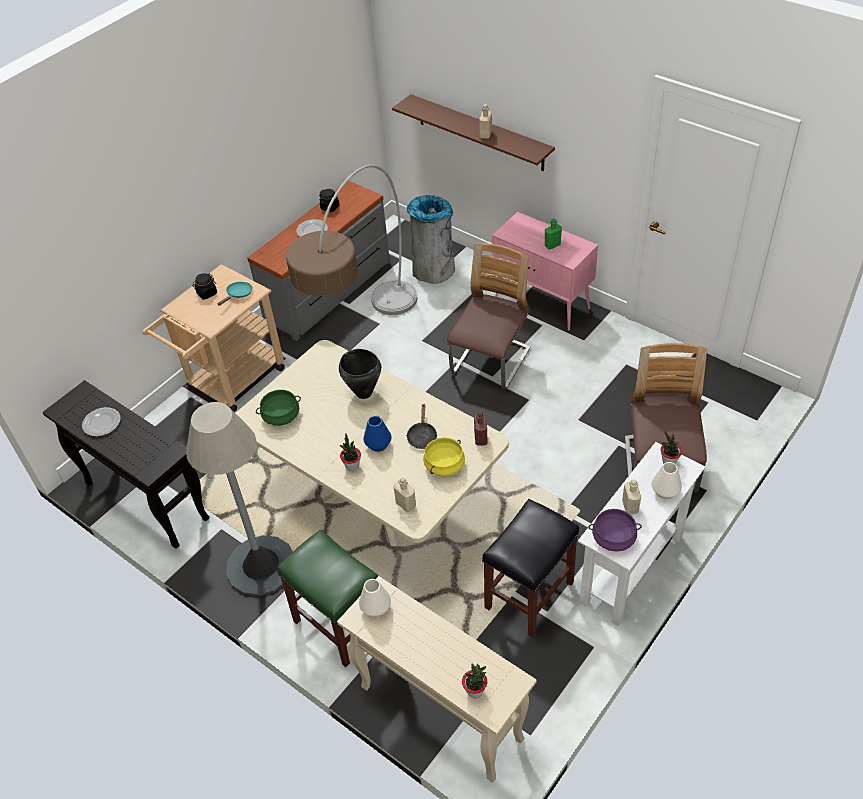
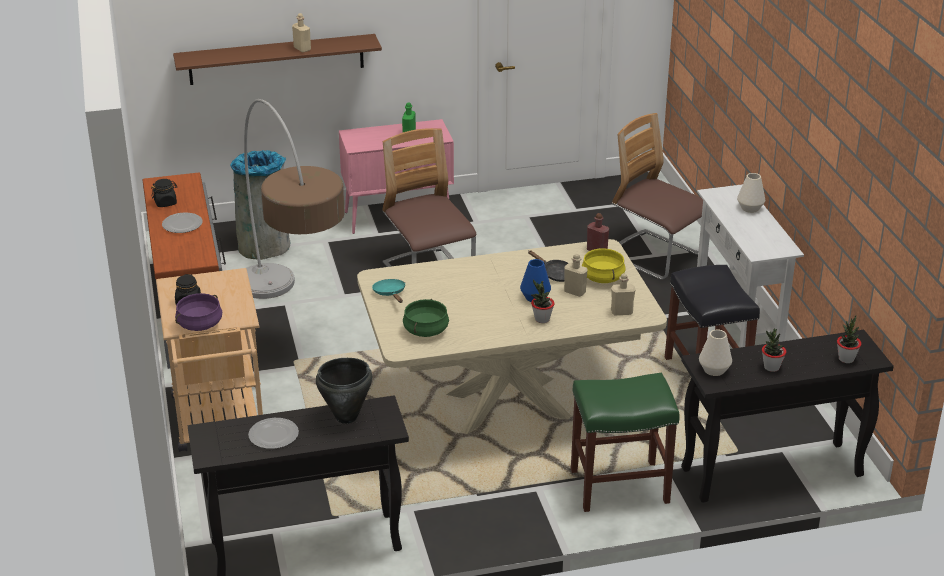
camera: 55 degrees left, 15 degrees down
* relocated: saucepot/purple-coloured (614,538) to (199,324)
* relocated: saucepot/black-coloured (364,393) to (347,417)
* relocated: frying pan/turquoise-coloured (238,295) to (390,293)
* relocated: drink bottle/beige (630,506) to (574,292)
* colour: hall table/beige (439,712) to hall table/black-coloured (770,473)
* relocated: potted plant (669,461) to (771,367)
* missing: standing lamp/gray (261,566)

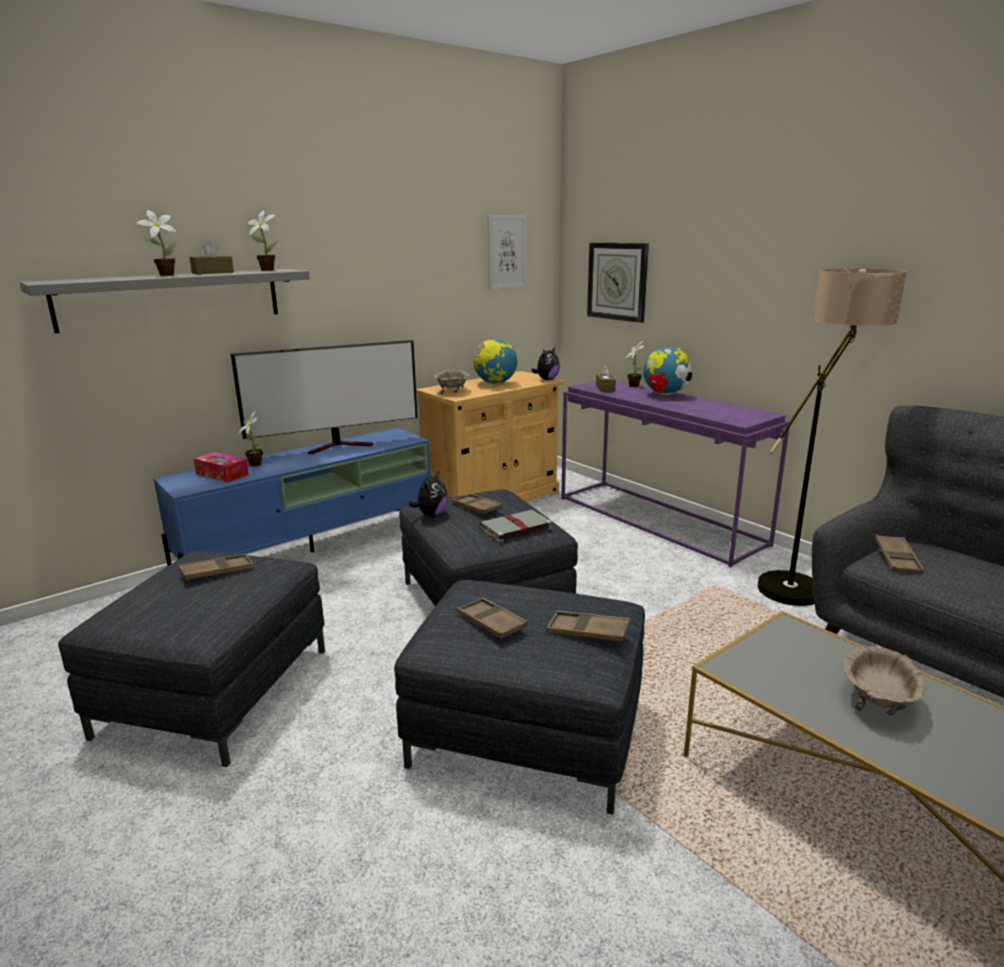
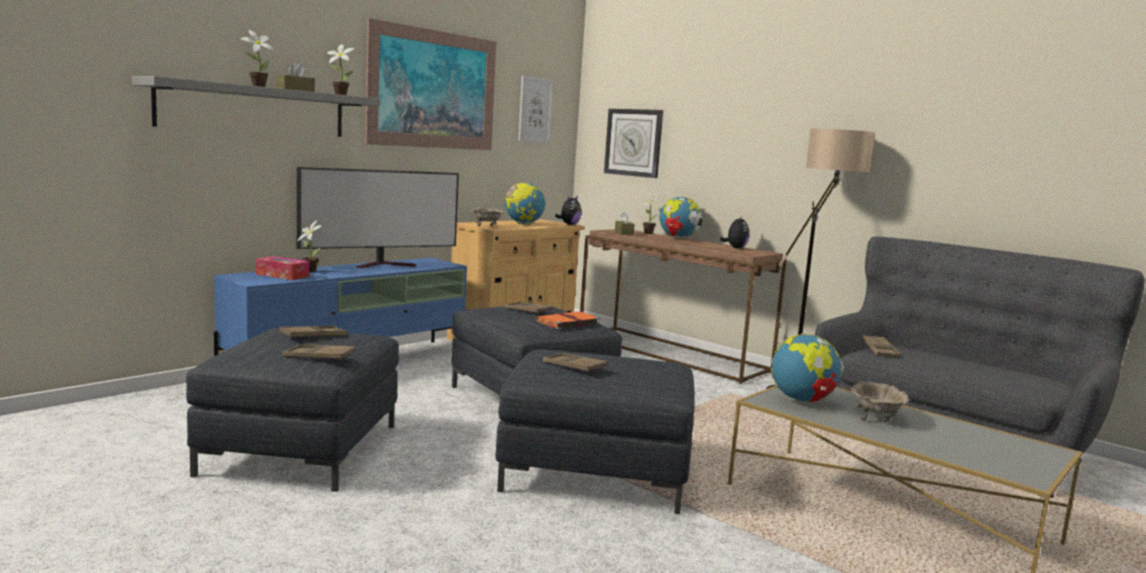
camera: 10 degrees left, 10 degrees down
* relocated: tray/brown-coloured (588,632) to (319,357)
* appeared: wall art (433,89)
* colour: bound book/gray (514,528) to bound book/orangey (567,323)
* colour: hall table/purple-coloured (660,520) to hall table/brown-coloured (672,354)
* relocated: plush toy (431,515) to (735,248)
* appeared: globe (802,401)

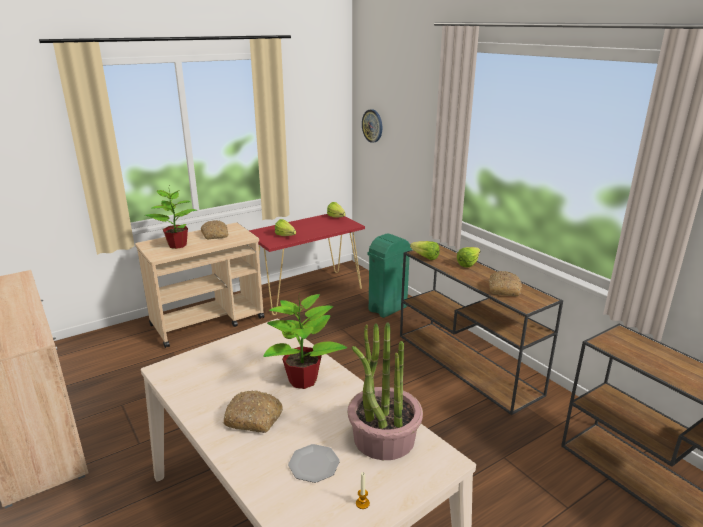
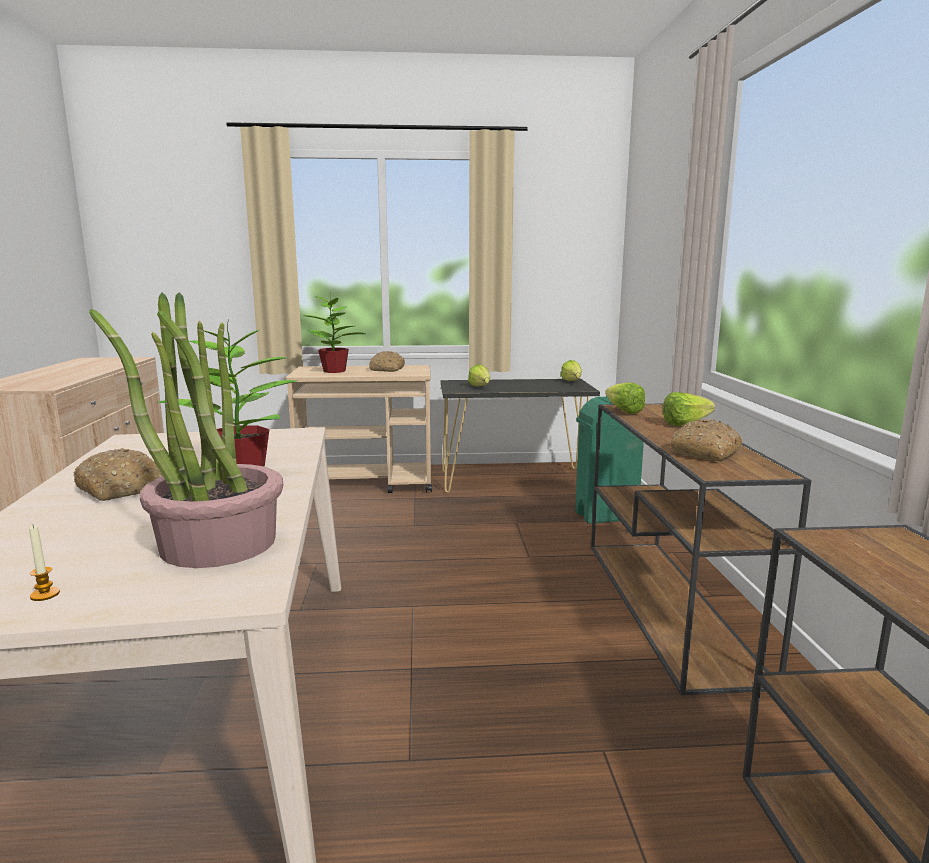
camera: 30 degrees right, 10 degrees down
* colour: hall table/reddish (308,292) to hall table/black-coloured (515,480)
* missing: dinner plate (314,464)
* missing: hanging clock (372,126)

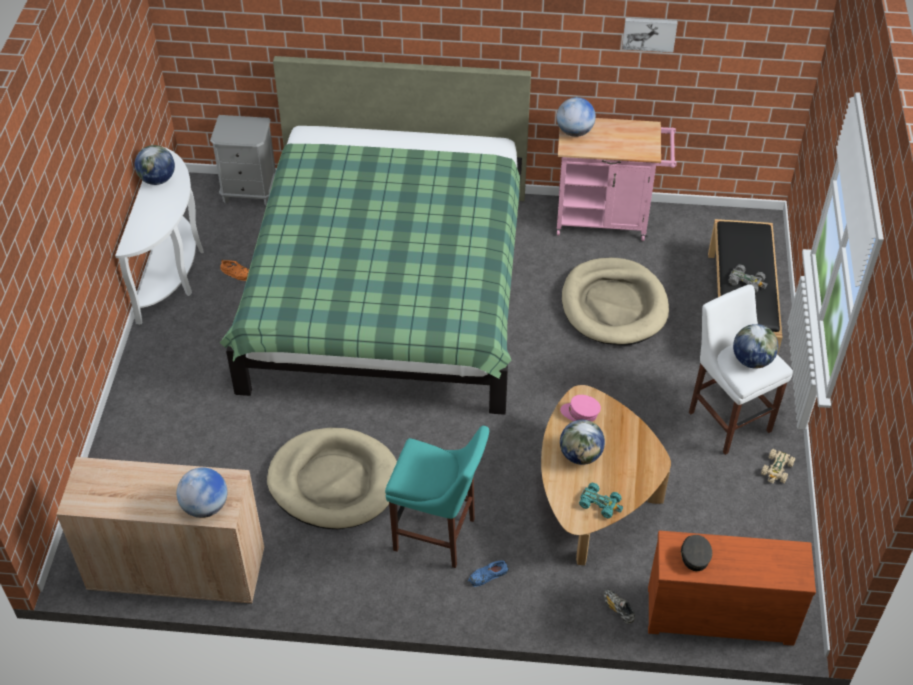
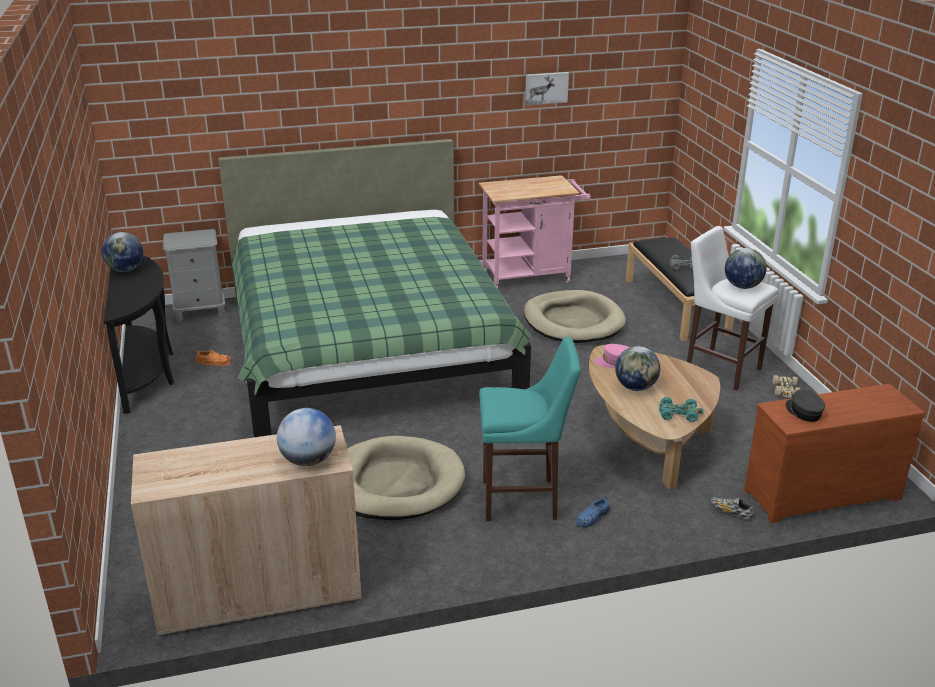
camera: 20 degrees left, 20 degrees down
* colour: hall table/whitish (174,271) to hall table/black-coloured (148,372)
* missing: globe (574,132)

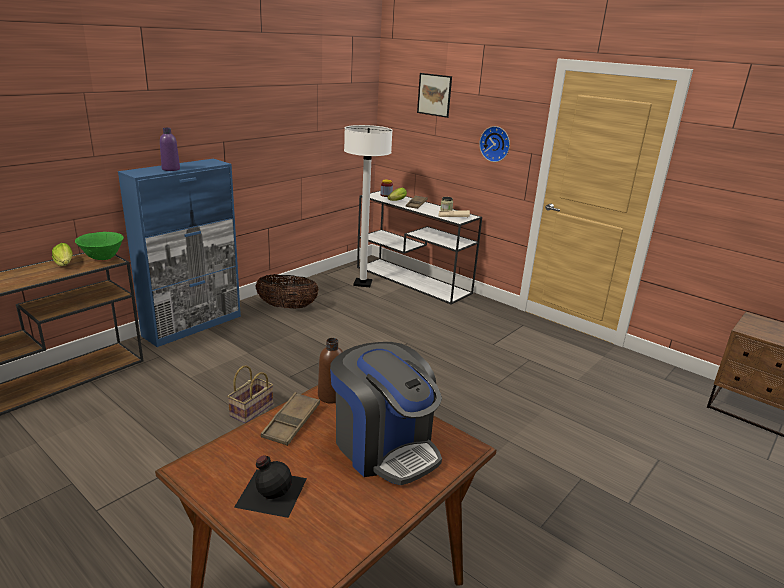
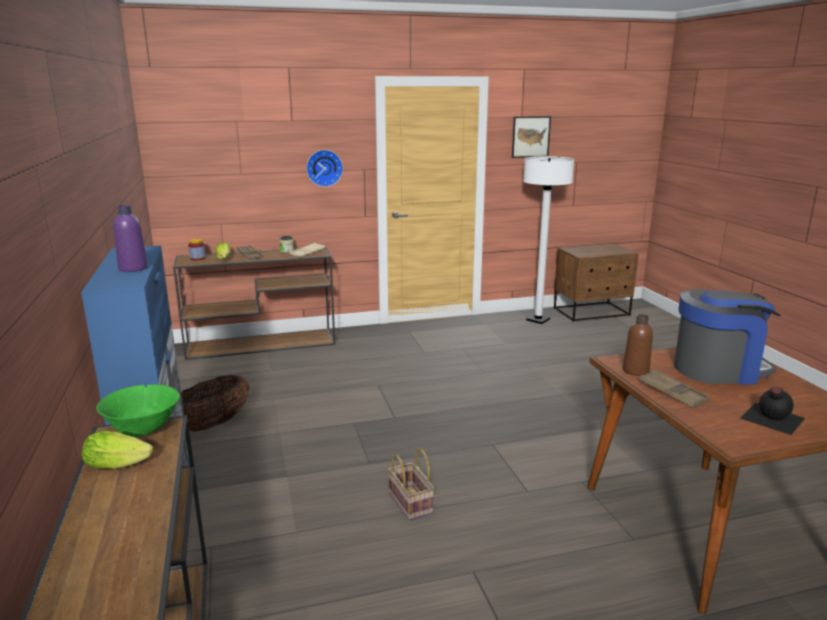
camera: 55 degrees left, 5 degrees down
* colour: hall table/whitish (413,280) to hall table/brown-coloured (262,343)
* relocated: wall art (434,95) to (530,137)
* relocated: standing lamp/whitish (362,283) to (538,320)

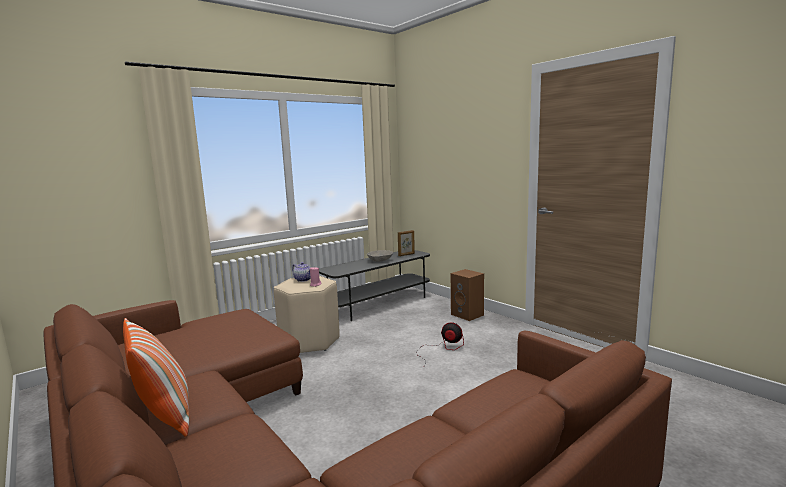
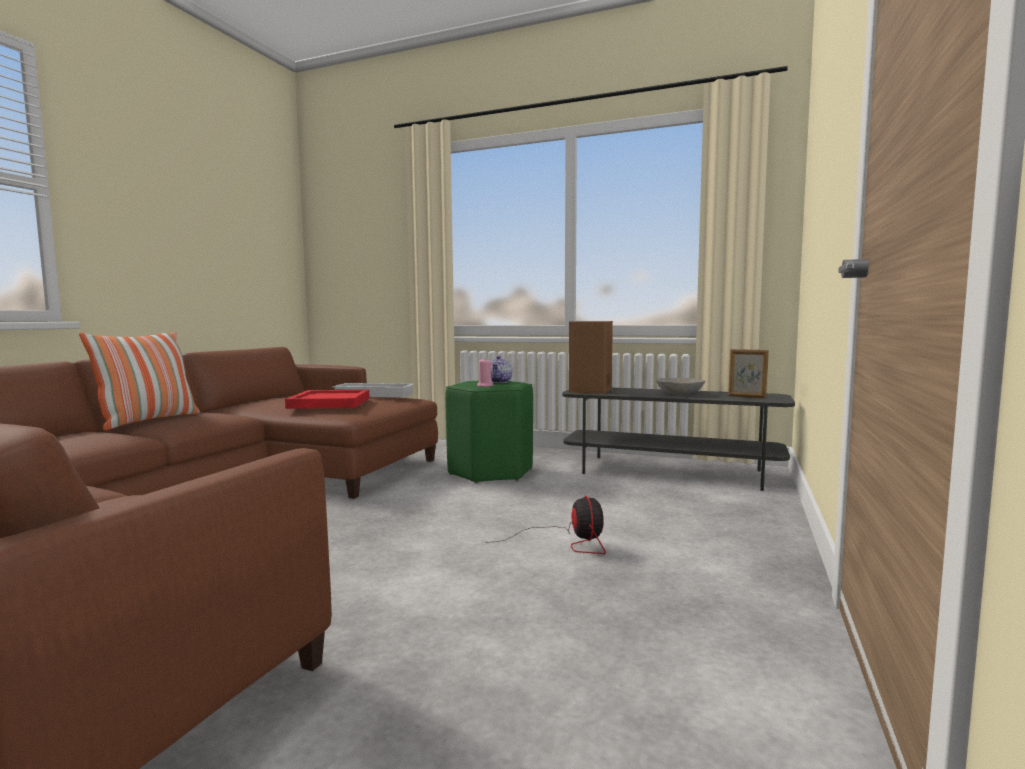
camera: 60 degrees right, 5 degrees down
* appeared: tray/reddish (329,403)
* appeared: tray/whitish (375,395)
* colour: sitting stool/beige (310,341) to sitting stool/green-coloured (491,472)
* relocated: audio speaker/brown-coloured (468,315) to (591,391)

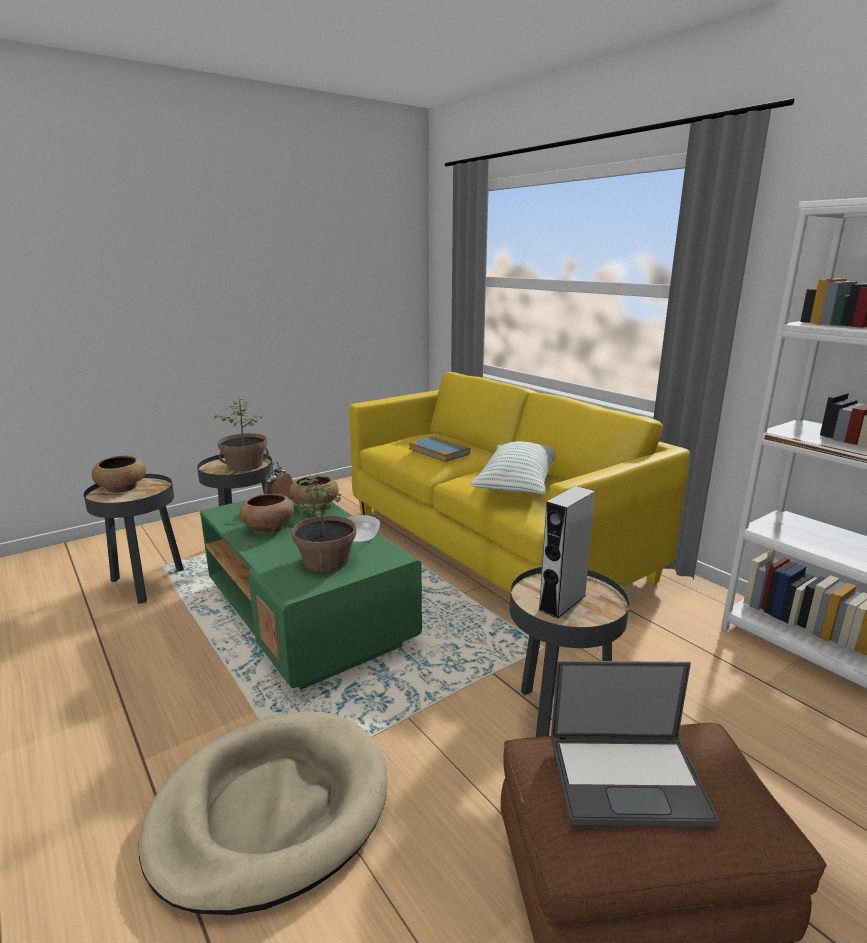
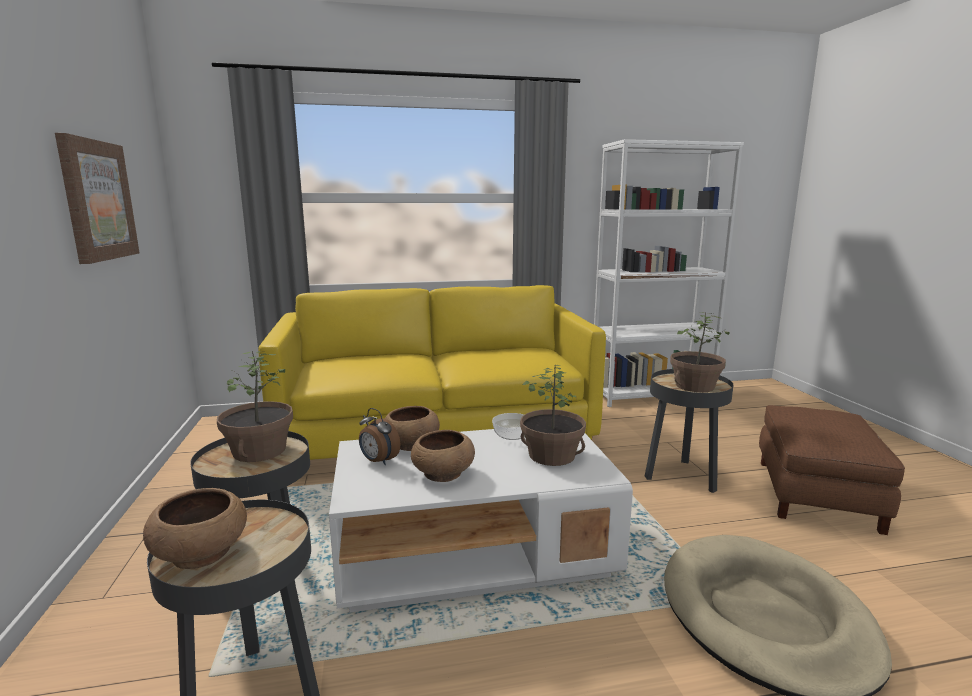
camera: 65 degrees left, 5 degrees down
* appeared: wall art (97,200)
* colour: lounge table/green-coloured (307,614) to lounge table/whitish (475,553)
* exchanged: audio speaker/gray (562,602) to potted plant (694,386)
* missing: bound book (439,451)
* missing: pillow (518,484)
* missing: laptop (629,777)

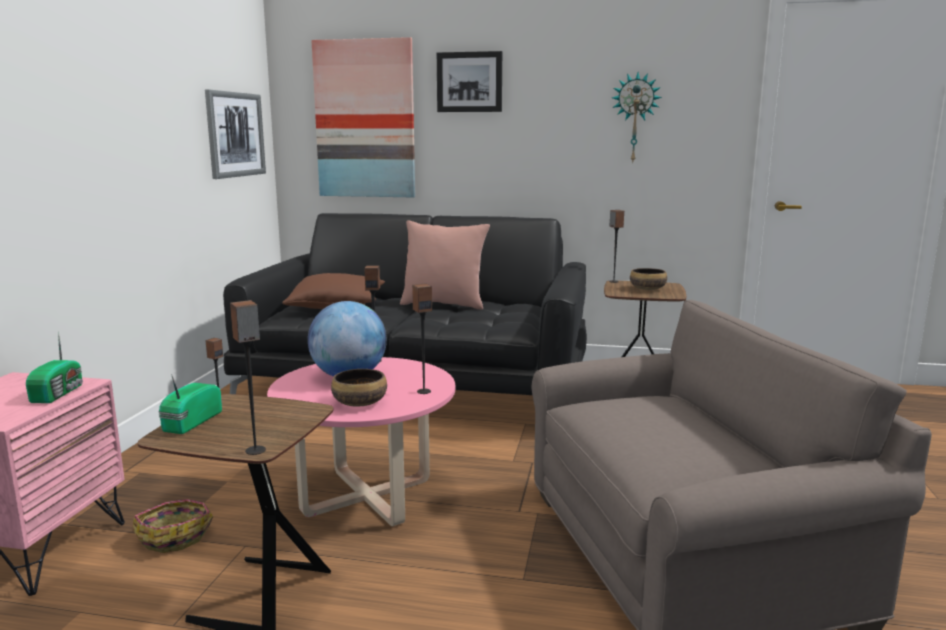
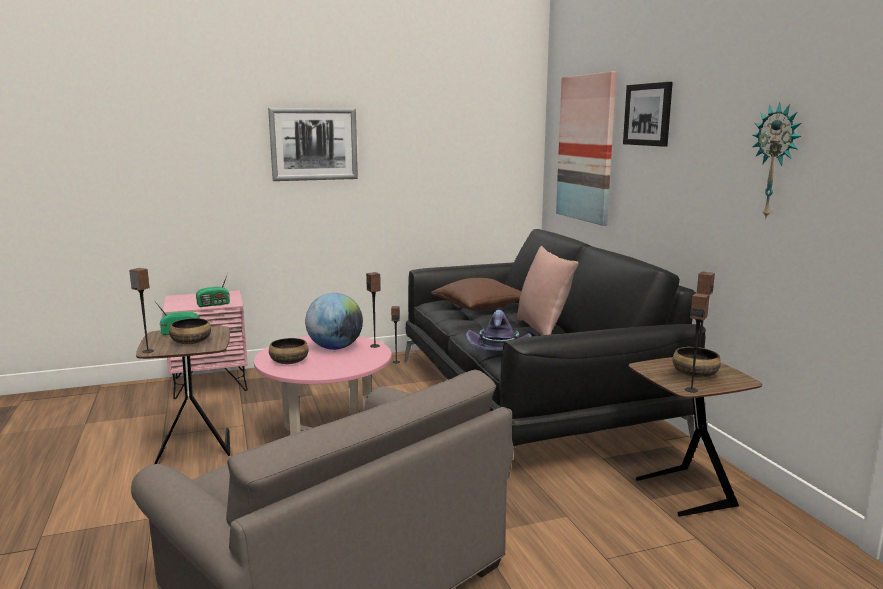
camera: 60 degrees right, 0 degrees up
* appeared: serving bowl (191,342)
* relocated: wall art (235,134) to (314,144)
* appeared: wearable hat/purple-coloured (498,352)
* relocated: audio speaker (423,391) to (691,390)
* missing: household basket (175,535)

